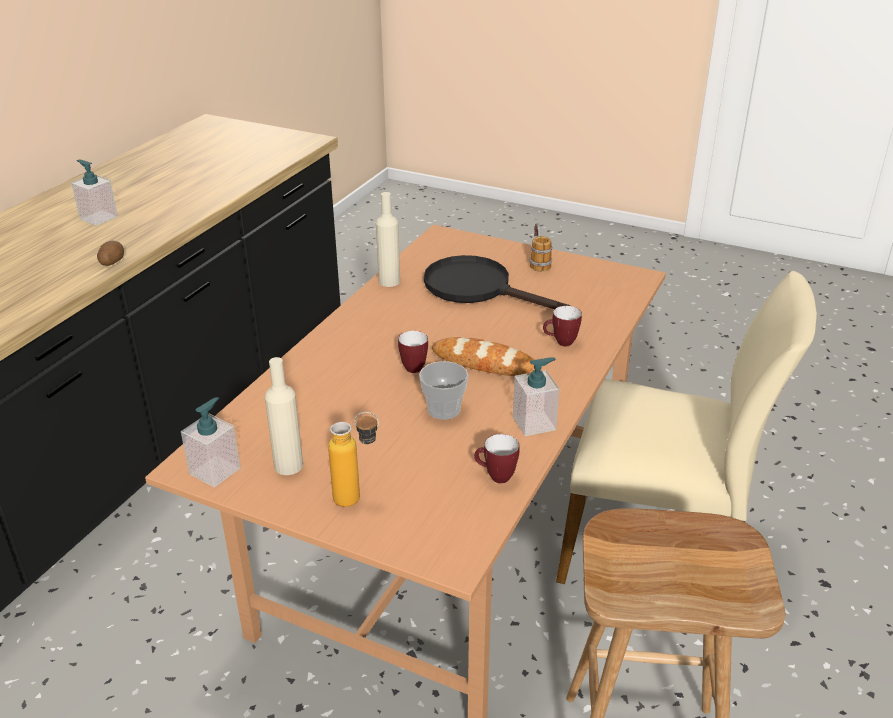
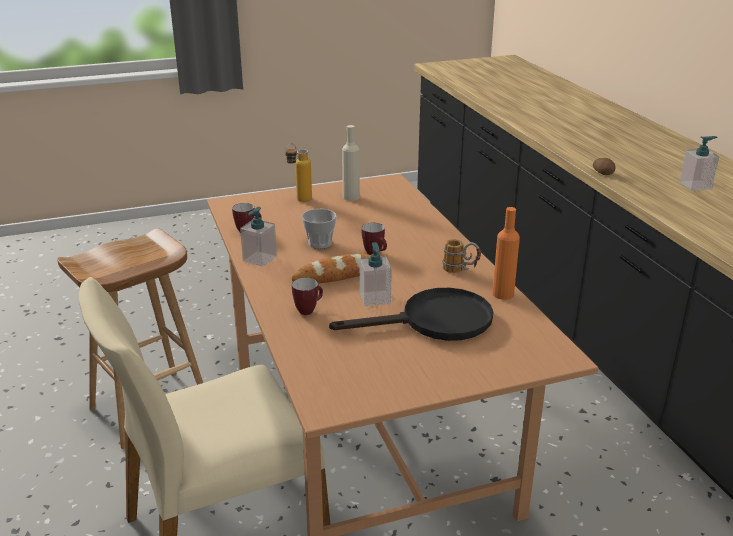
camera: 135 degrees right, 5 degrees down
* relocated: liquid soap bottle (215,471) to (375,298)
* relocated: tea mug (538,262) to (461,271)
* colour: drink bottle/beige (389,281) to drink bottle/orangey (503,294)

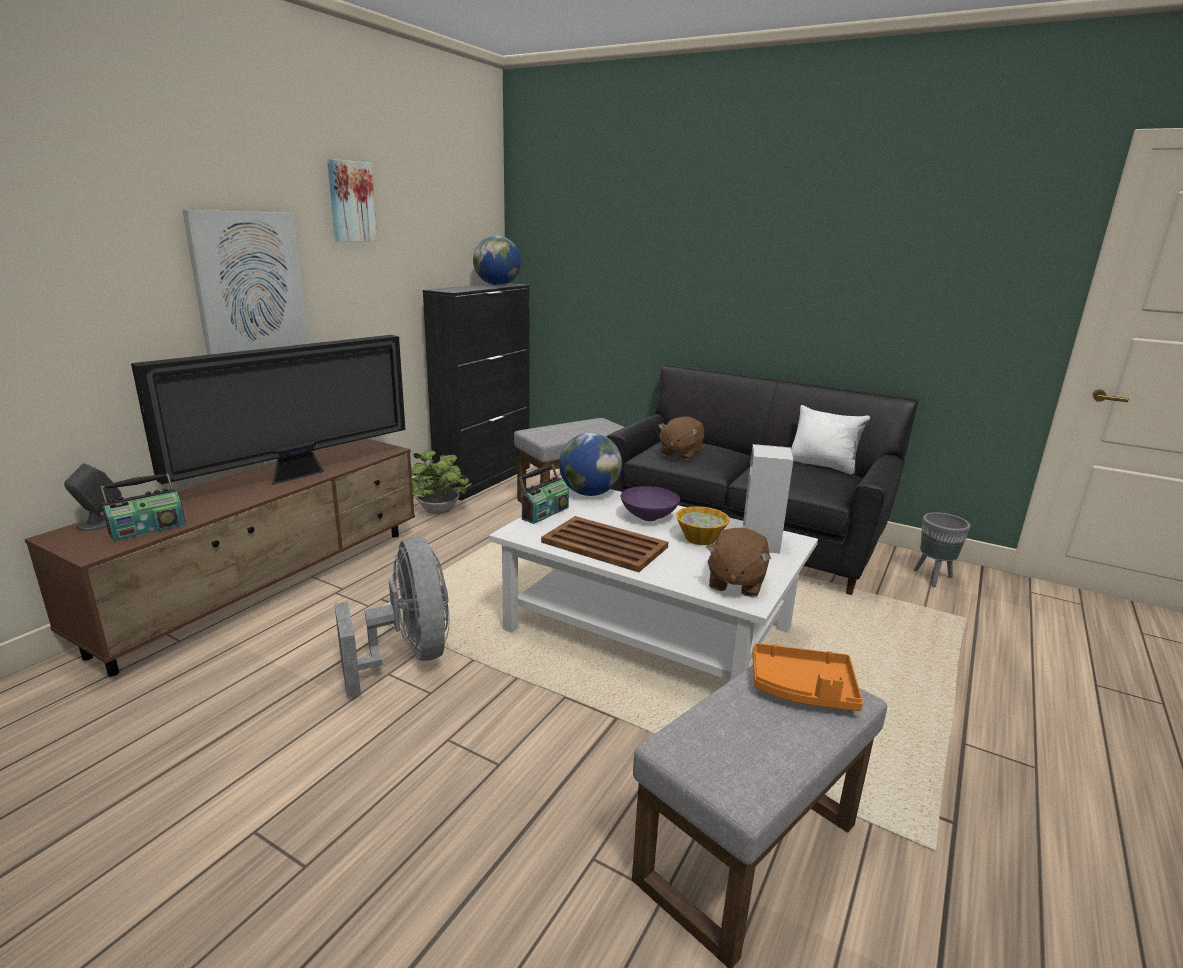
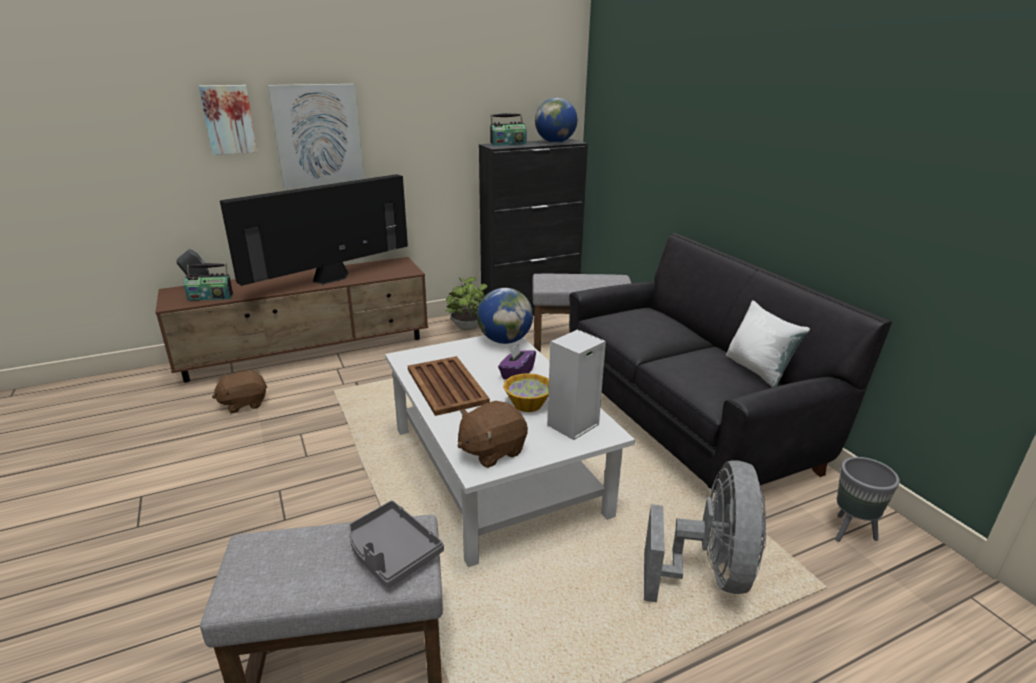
camera: 35 degrees right, 5 degrees up
* relocated: wall art (350,201) to (229,119)
* relocated: plush toy/brown-coloured (680,453) to (244,403)
* spun: TV set (299,475) = (330,279) 150 degrees clockwise
* colour: tray/orangey (803,689) to tray/gray (392,552)
* relocated: radio (544,513) to (508,143)
* exchanged: serving bowl/purple-coloured (649,518) to tissue box/purple-coloured (517,374)
* relocated: cooling fan/gray (408,656) to (708,573)

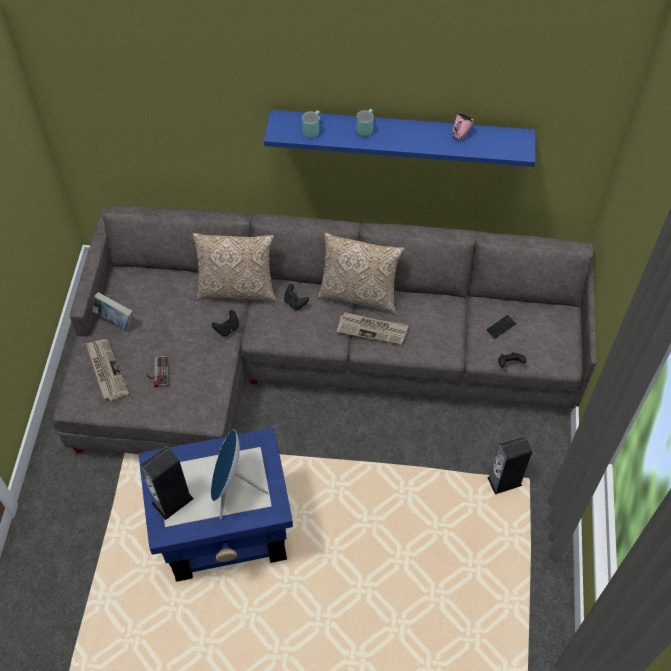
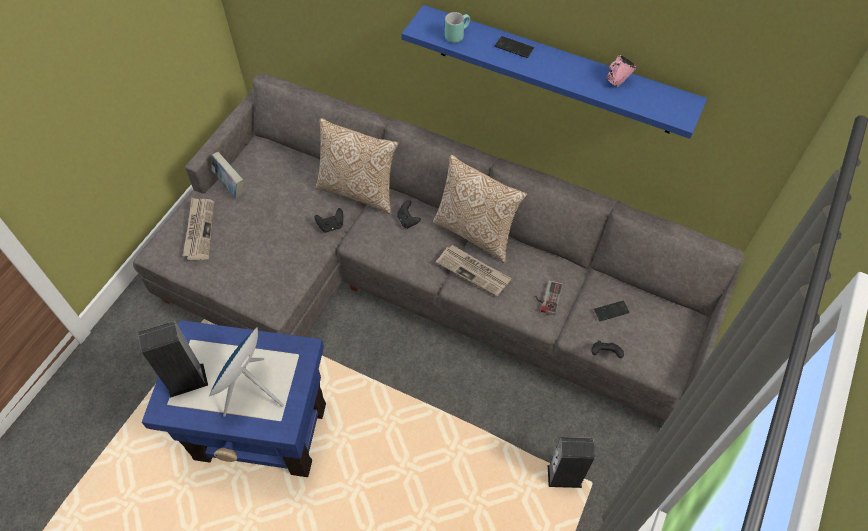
camera: 20 degrees right, 0 degrees up
* exchanged: tea mug/turquoise-coloured (365,128) to phone (514,48)
* relocated: joypad (157,372) to (547,297)

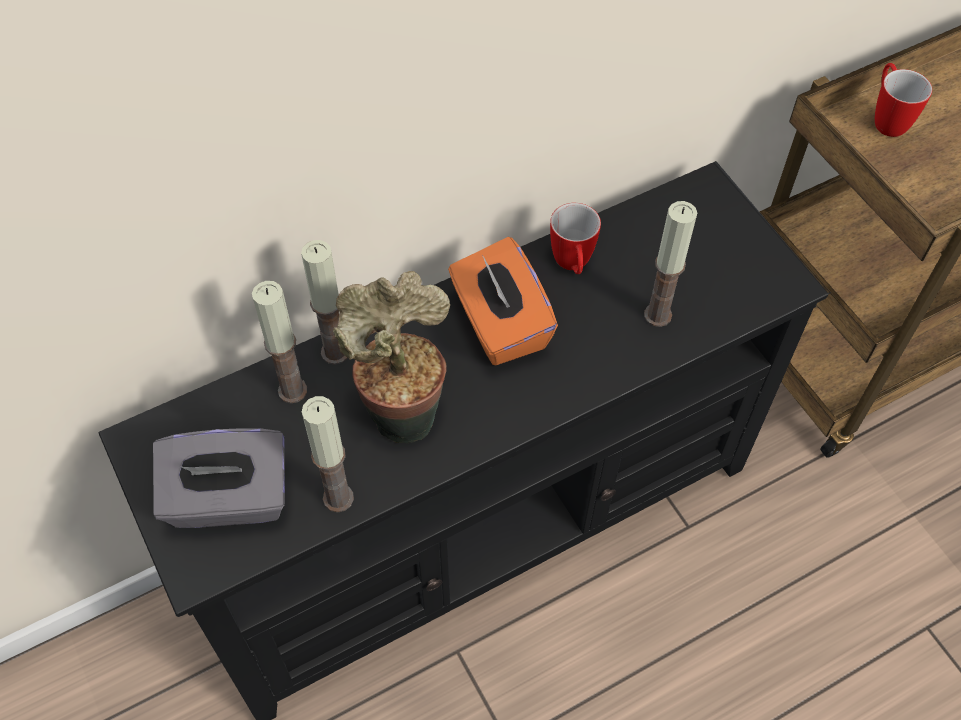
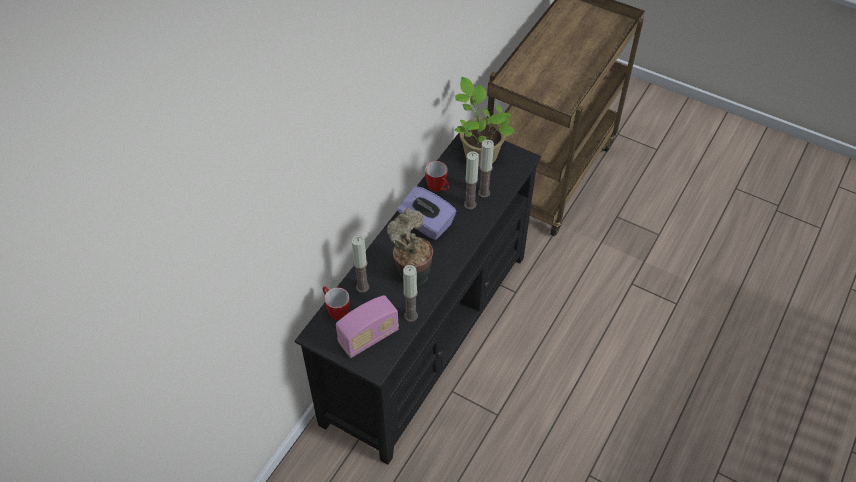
camera: 30 degrees left, 5 degrees down
* relocated: tea mug (886,119) to (335,310)
* exchanged: tissue box/gray (229,499) to radio (368,337)
* colour: tissue box/orangey (500,324) to tissue box/purple-coloured (426,224)
* appeared: potted plant (479,154)
* relocated: candle (335,352) to (470,204)

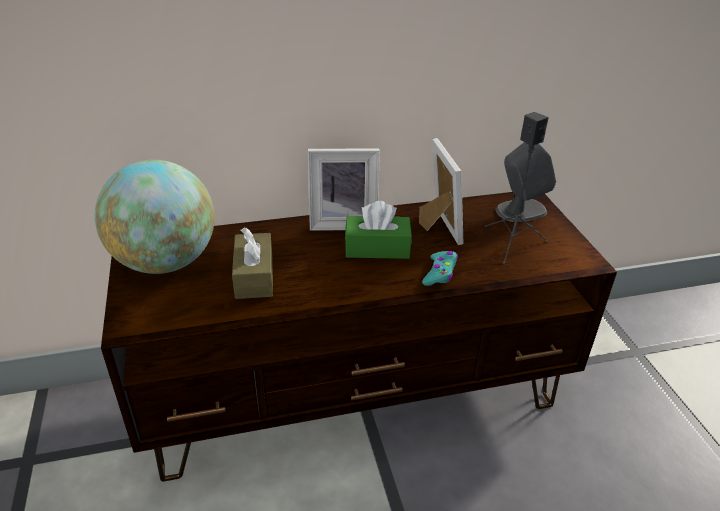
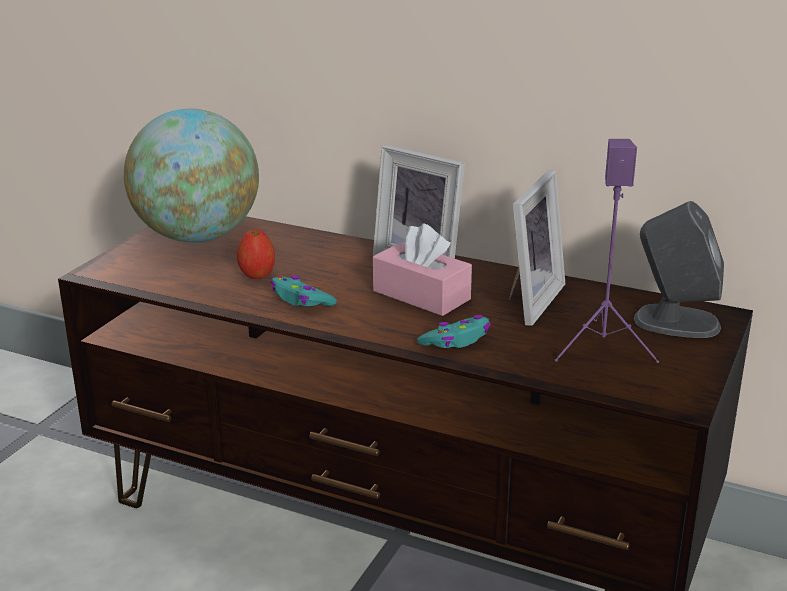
camera: 40 degrees right, 10 degrees down
* exchanged: tissue box/brown-coloured (254,276) to apple (257,274)
* appeared: joypad/turquoise-coloured (301,300)
* colour: tissue box/green-coloured (377,248) to tissue box/pink-coloured (421,295)
* colour: audio speaker/black-coloured (512,242) to audio speaker/purple-coloured (604,347)

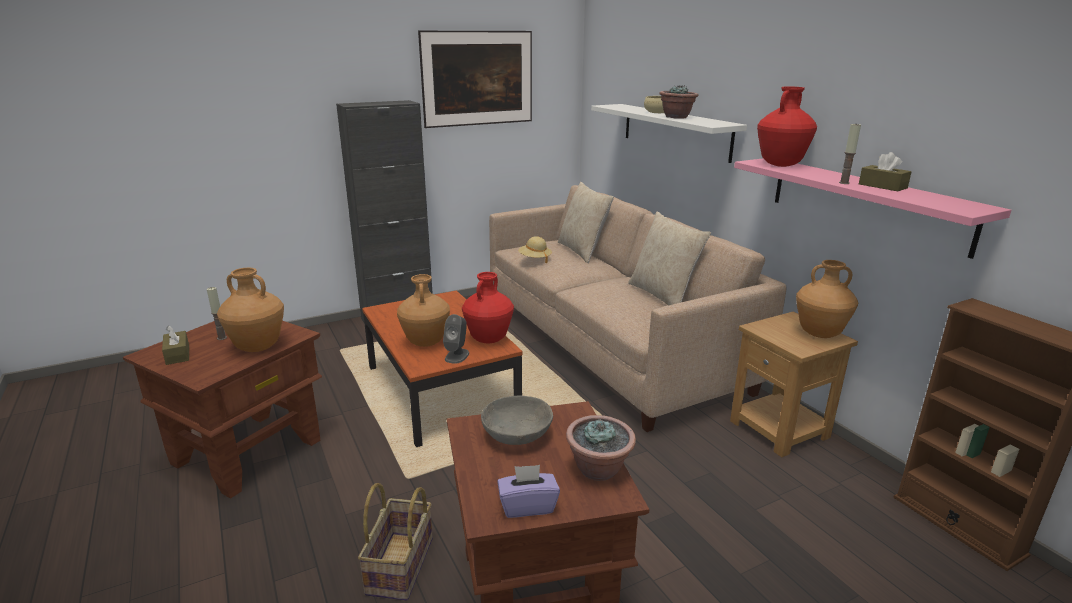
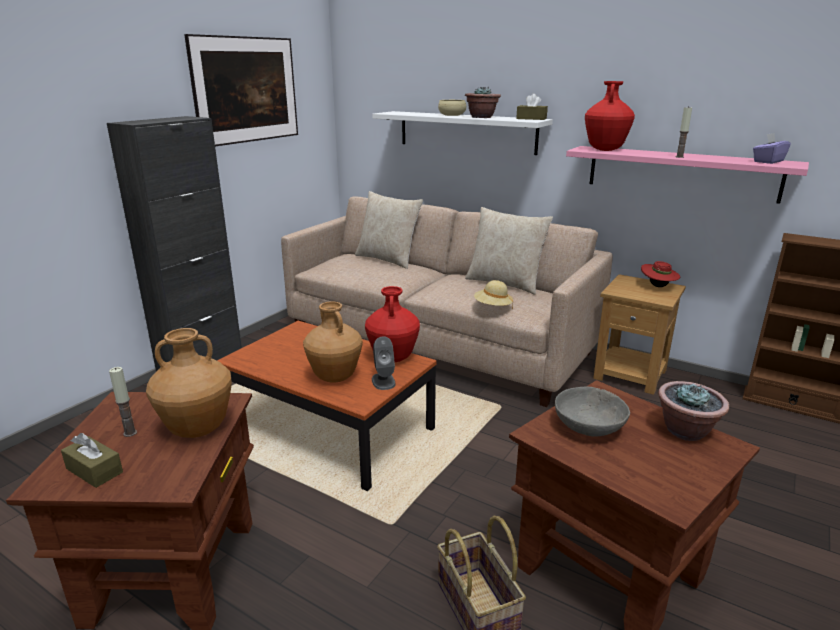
camera: 30 degrees left, 0 degrees up
* relocated: wearable hat/beige (534,259) to (492,307)
* relocated: tissue box/brown-coloured (882,186) to (531,118)
* exchanged: decorative vase/brown-coloured (819,334) to wearable hat/reddish (658,286)
* relocated: tissue box/purple-coloured (527,506) to (768,161)

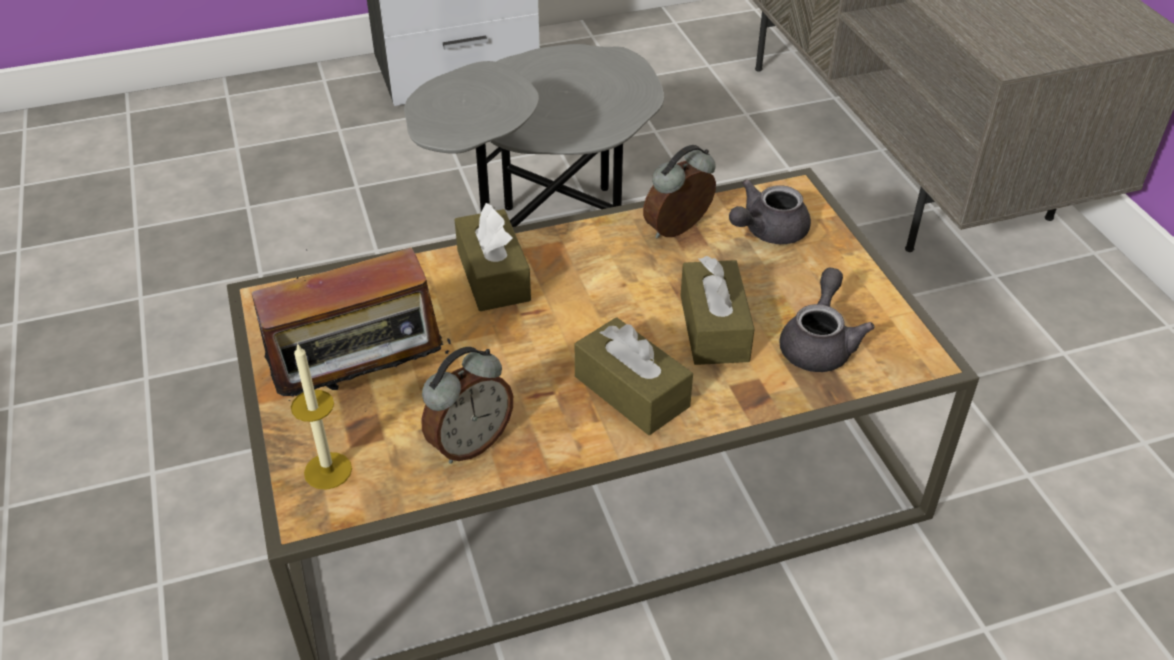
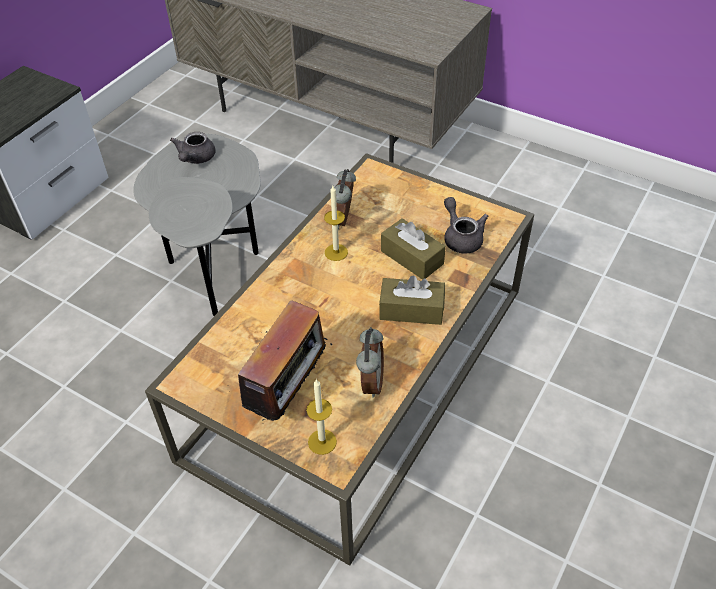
camera: 40 degrees left, 5 degrees up
* relocated: teapot/gray (767,231) to (195,159)
* appeared: candle (336,252)
* missing: tissue box/brown-coloured (493,275)

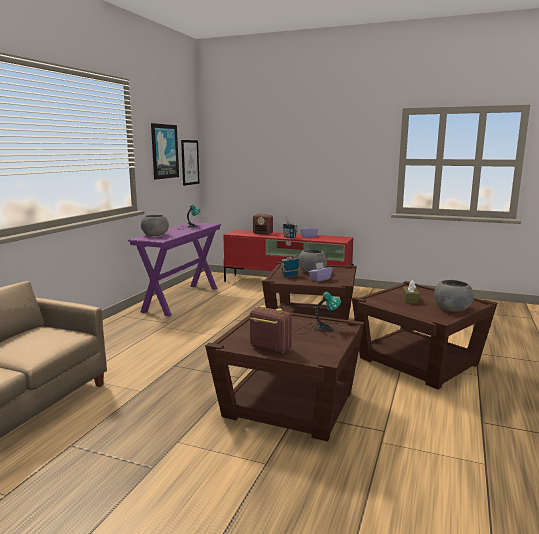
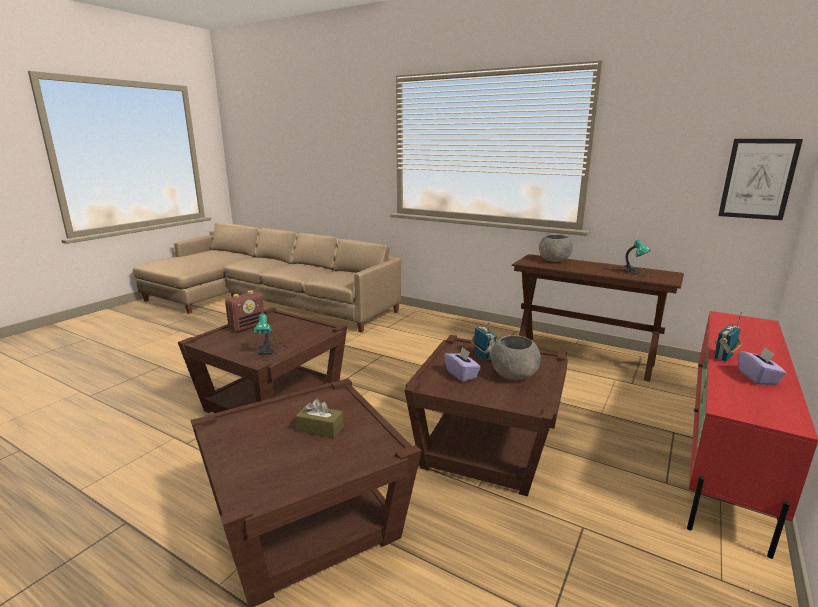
camera: 100 degrees right, 5 degrees up
* colour: hall table/purple-coloured (182,299) to hall table/brown-coloured (583,357)
* missing: wall art (164,151)
* missing: radio (263,233)
* missing: serving bowl/gray (452,309)

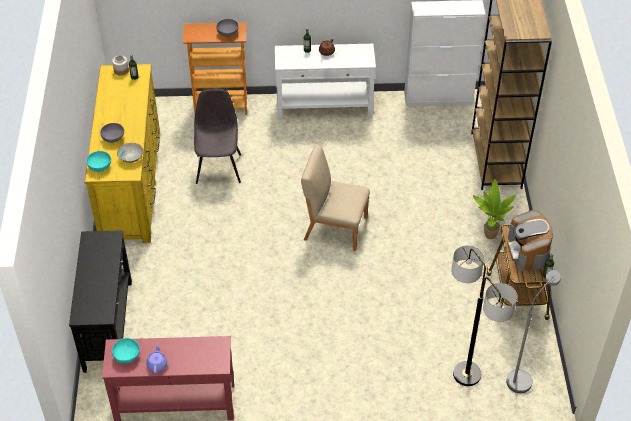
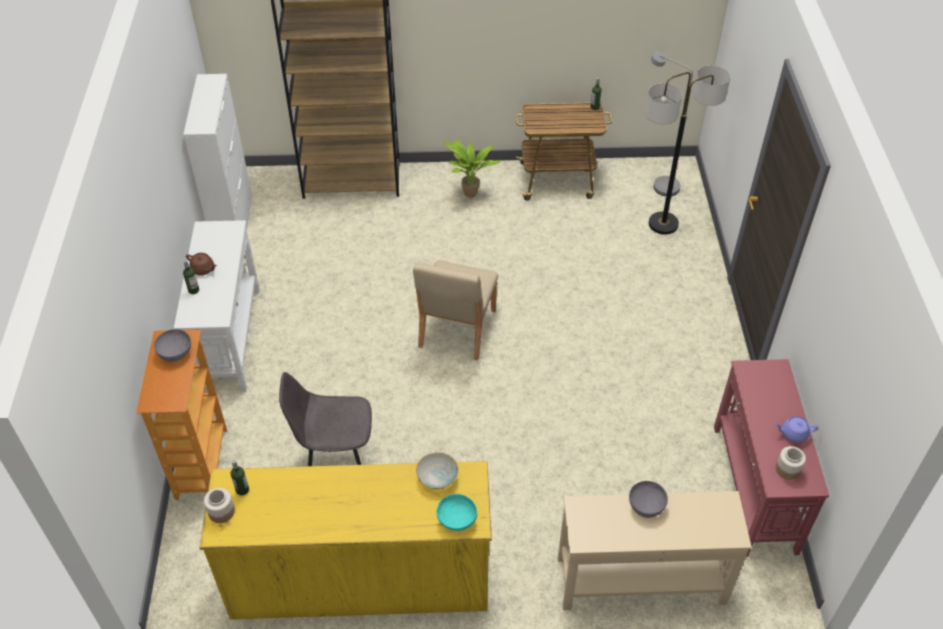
camera: 90 degrees left, 0 degrees up
* colour: hall table/black-coloured (108,324) to hall table/beige (639,580)
* relocated: serving bowl/gray (113,138) to (646,505)
* exchanged: serving bowl/turquoise-coloured (127,355) to preserve jar (787,469)
* missing: coffee maker (528,251)

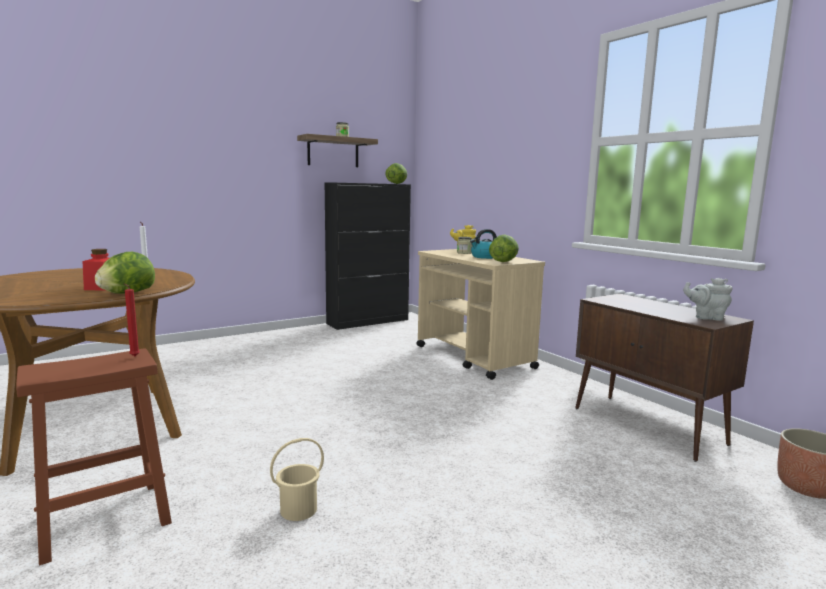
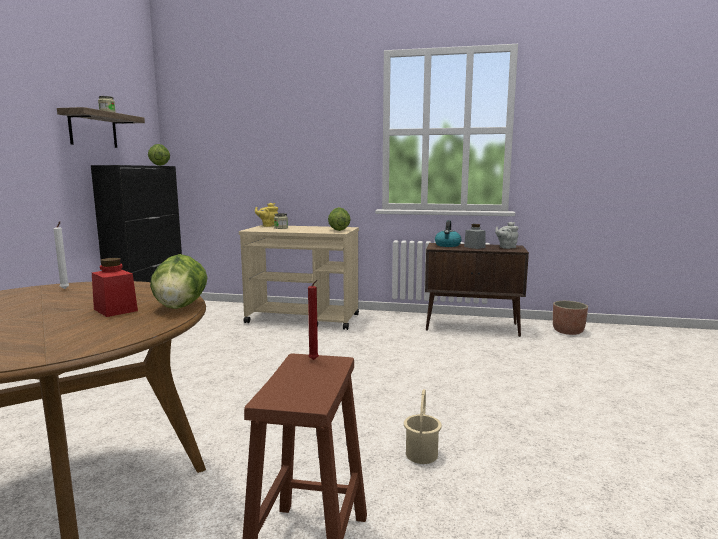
camera: 45 degrees left, 0 degrees up
* relocated: water kettle (485,257) to (447,245)
* appeared: preserve jar/gray (474,247)

